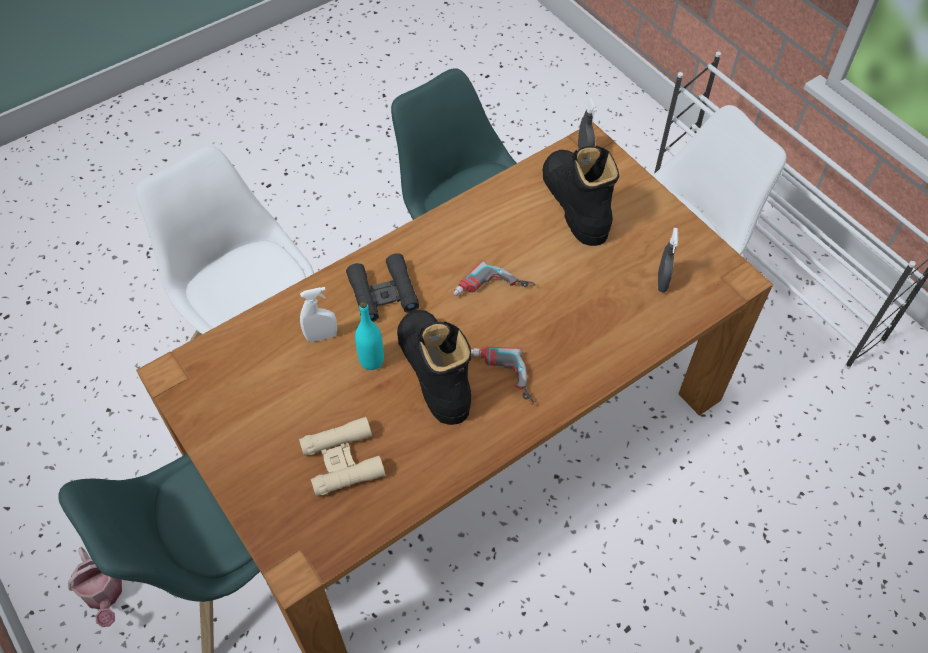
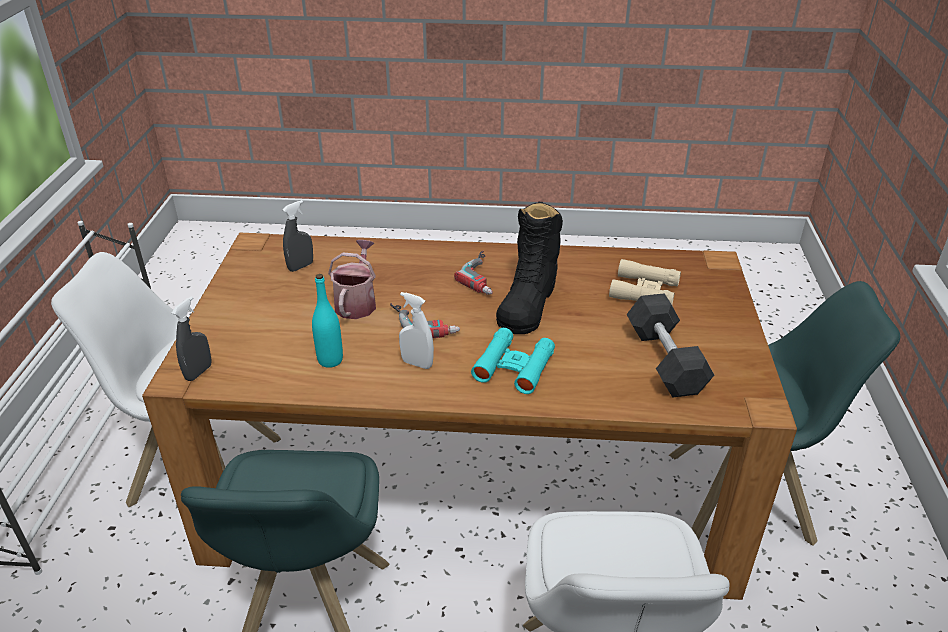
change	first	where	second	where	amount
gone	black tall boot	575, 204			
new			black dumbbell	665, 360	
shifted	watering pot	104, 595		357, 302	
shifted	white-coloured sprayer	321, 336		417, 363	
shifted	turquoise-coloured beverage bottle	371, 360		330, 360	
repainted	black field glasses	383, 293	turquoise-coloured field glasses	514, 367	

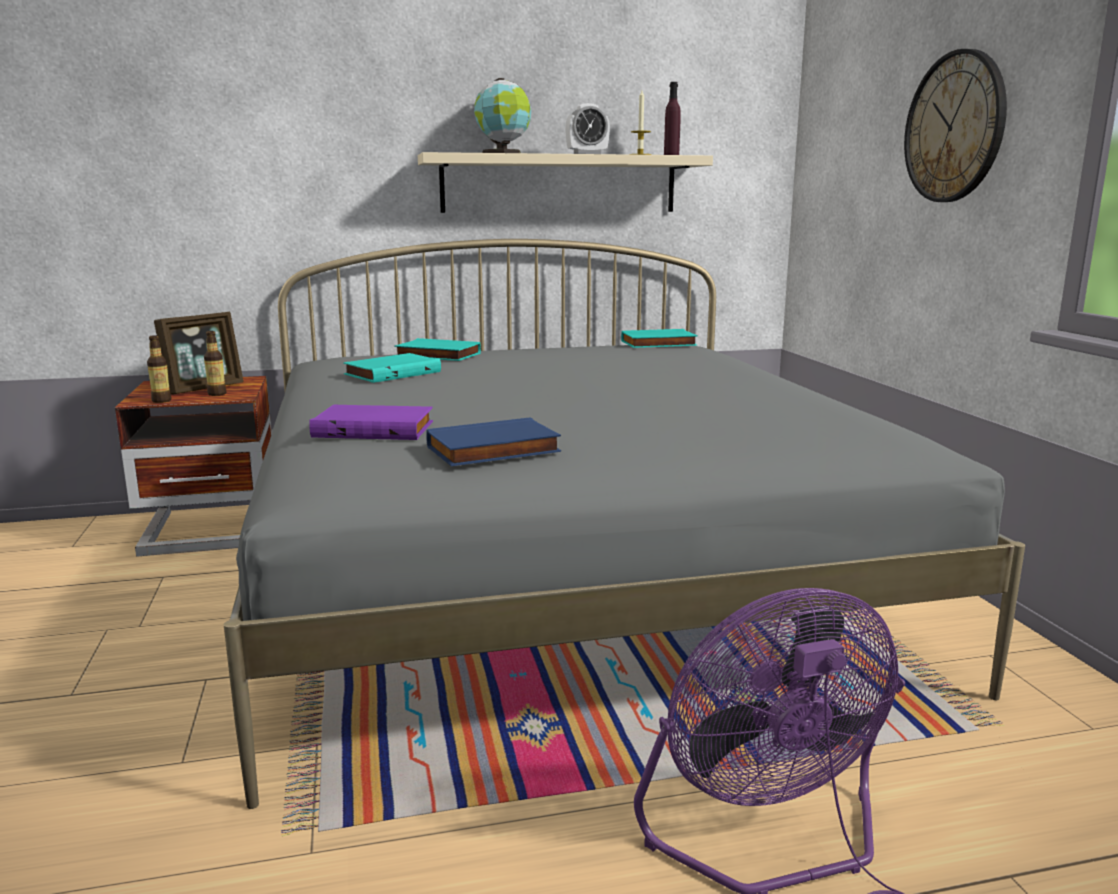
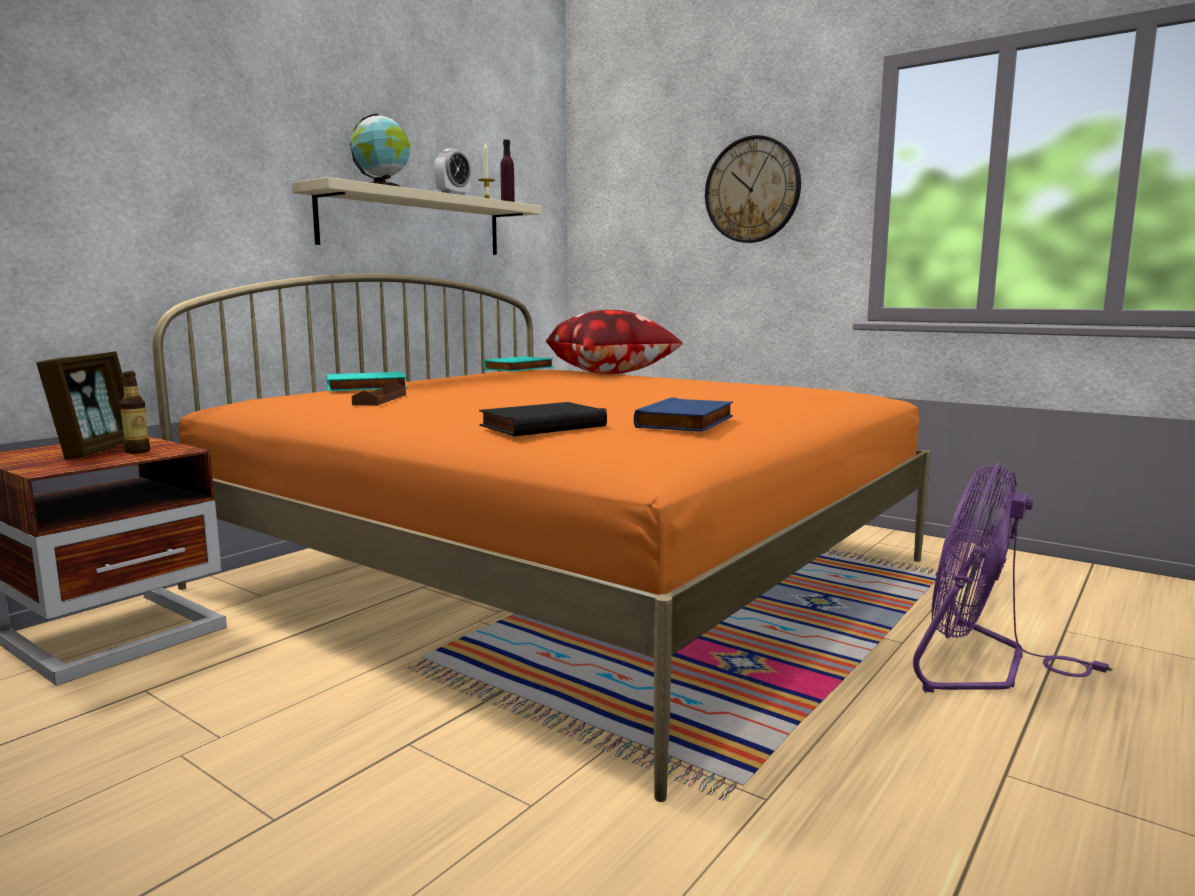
change	first	where	second	where	amount
gone	beverage bottle	161, 401			
new			cushion	613, 373	
swapped	turquoise-coloured bound book	392, 373	brownish carrying tray	380, 399	
repainted	greyish sleeping bed	563, 577	orange-coloured sleeping bed	567, 573	
repainted	purple-coloured bound book	375, 429	black bound book	542, 426	

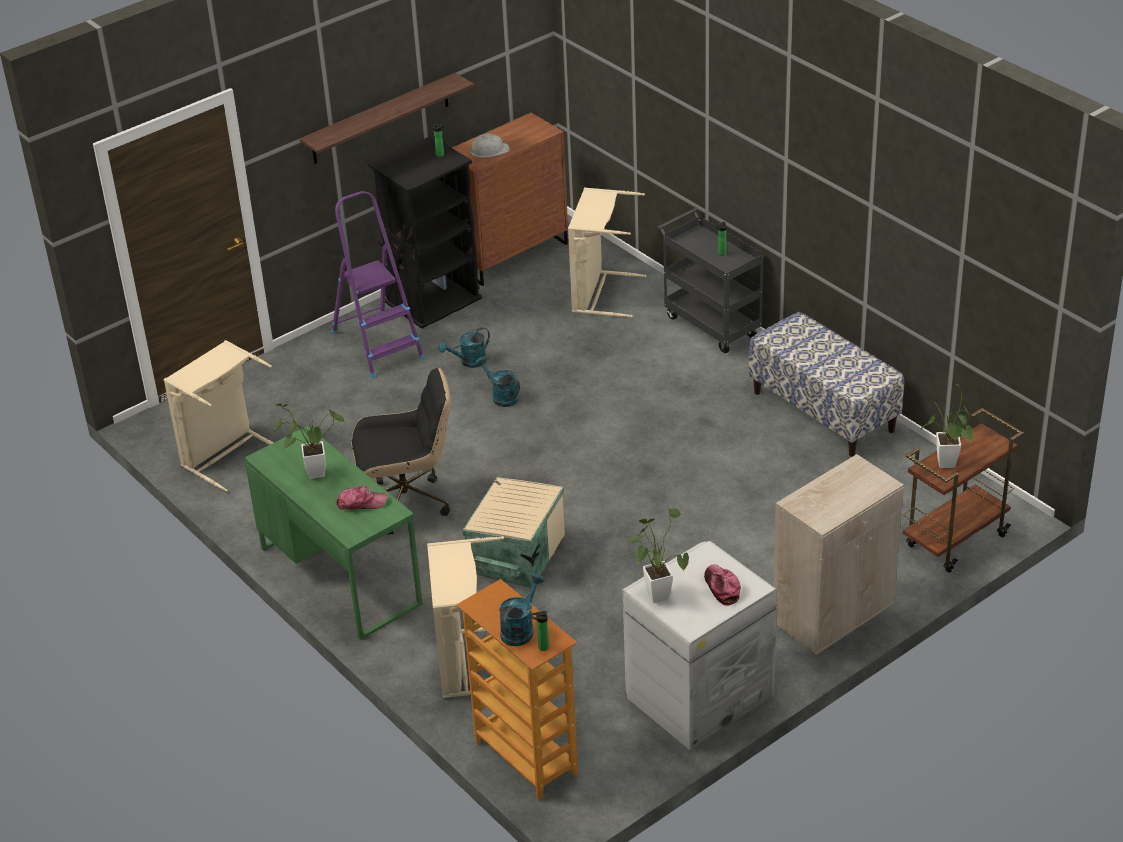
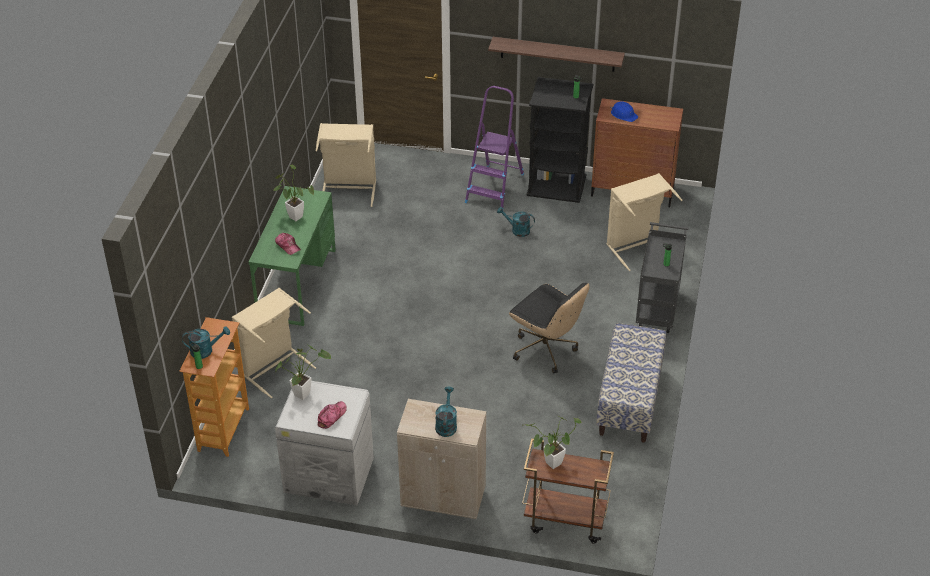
change	first	where	second	where	amount
gone	sand-coloured storage container	515, 554			
shifted	black desk chair	408, 504		546, 352	
shifted	turquoise-coloured watering pot	501, 396		446, 424	
repainted	white-coloured work helmet	489, 151	blue-coloured work helmet	623, 114	

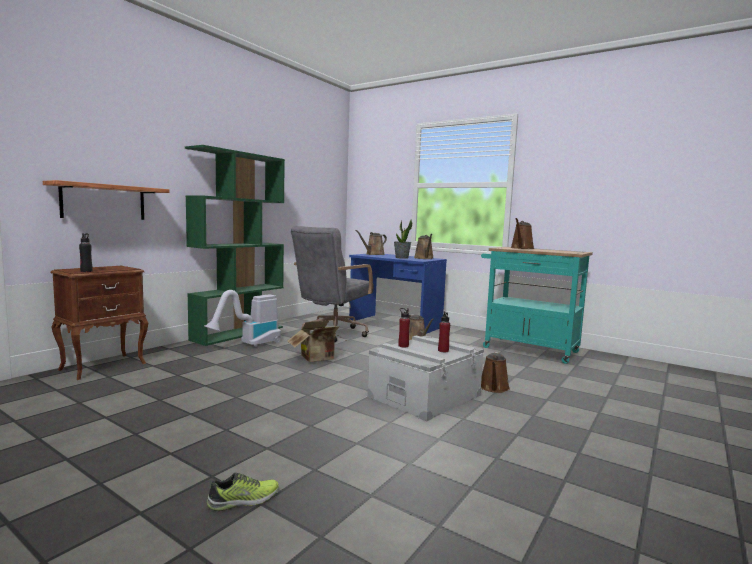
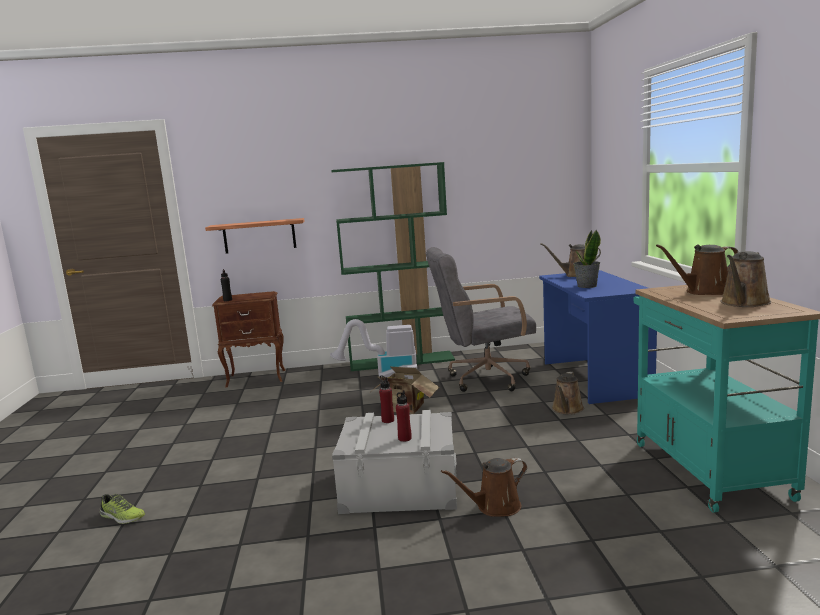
change	first	where	second	where	amount
shifted	brownish watering pot	424, 258		744, 303	

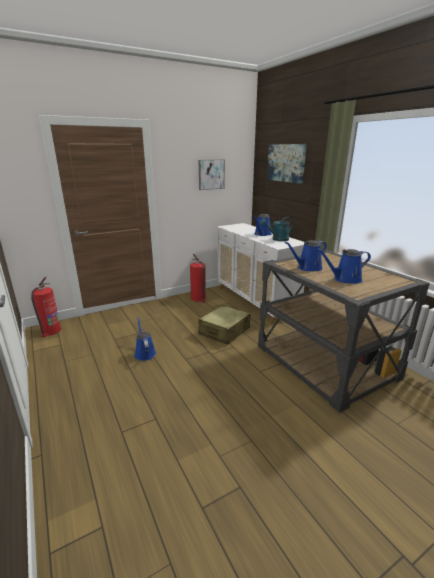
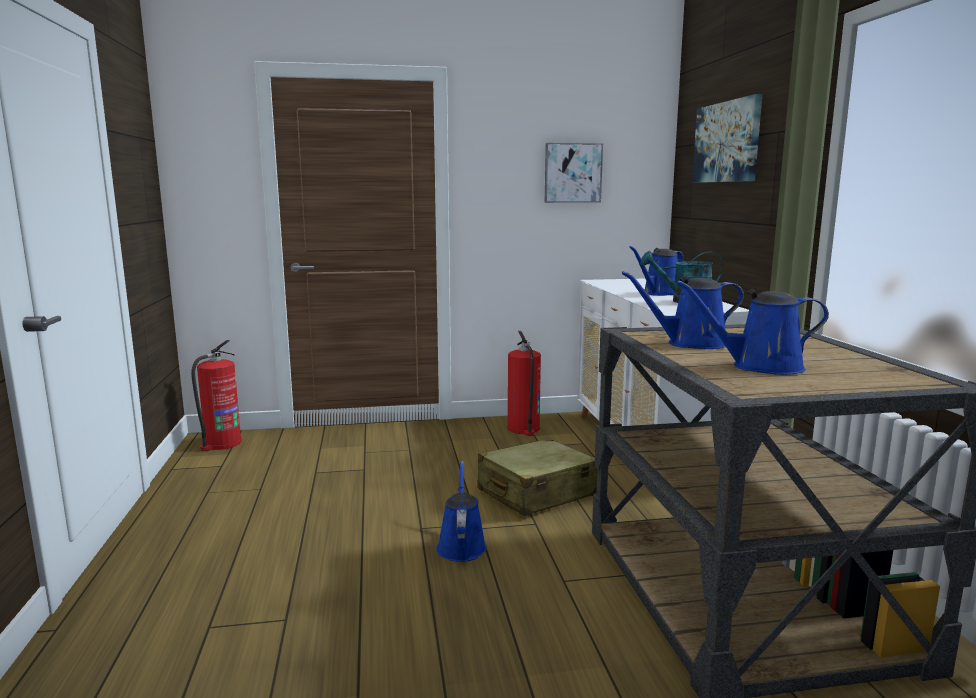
change	first	where	second	where	amount
shifted	blue-coloured watering pot	144, 353		461, 545	

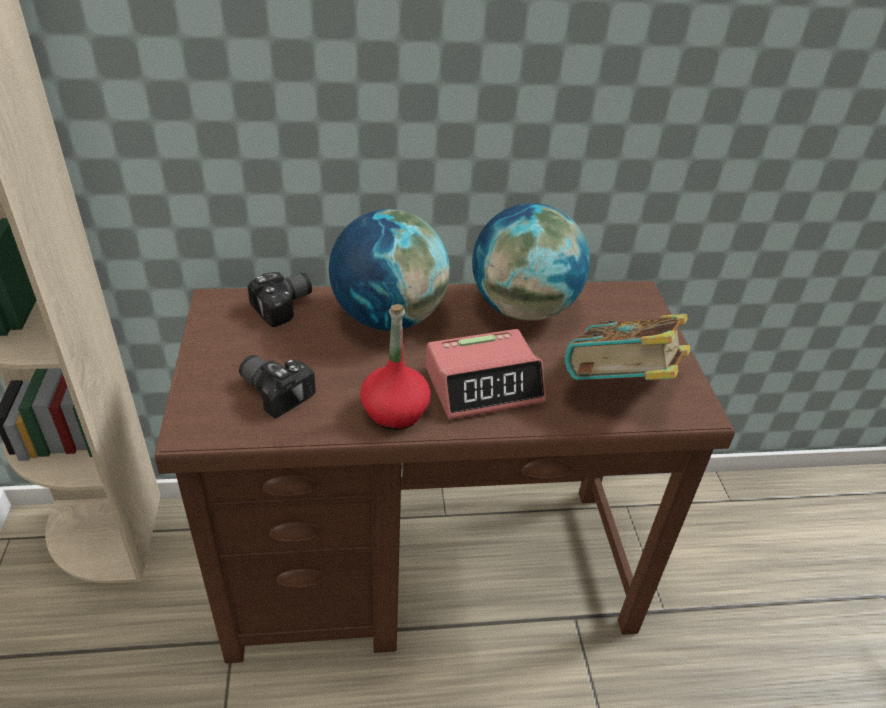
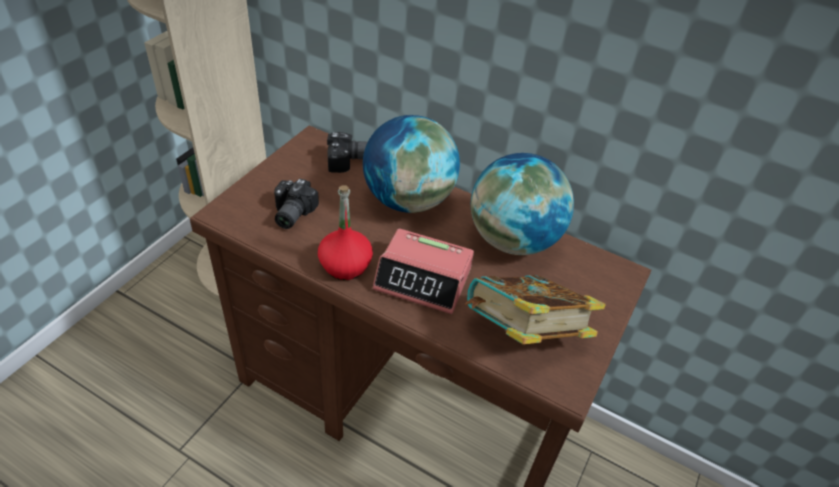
change	first	where	second	where	amount
rotated	still camera	277, 390		290, 214	150 degrees counterclockwise

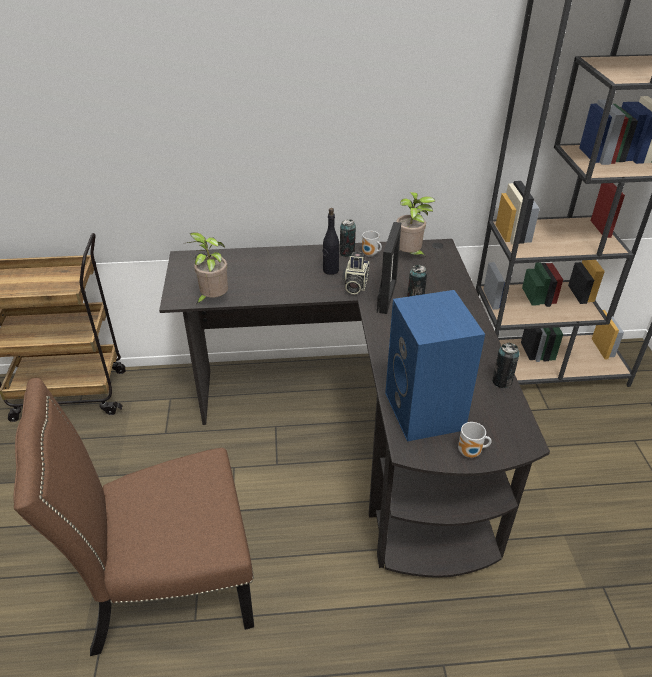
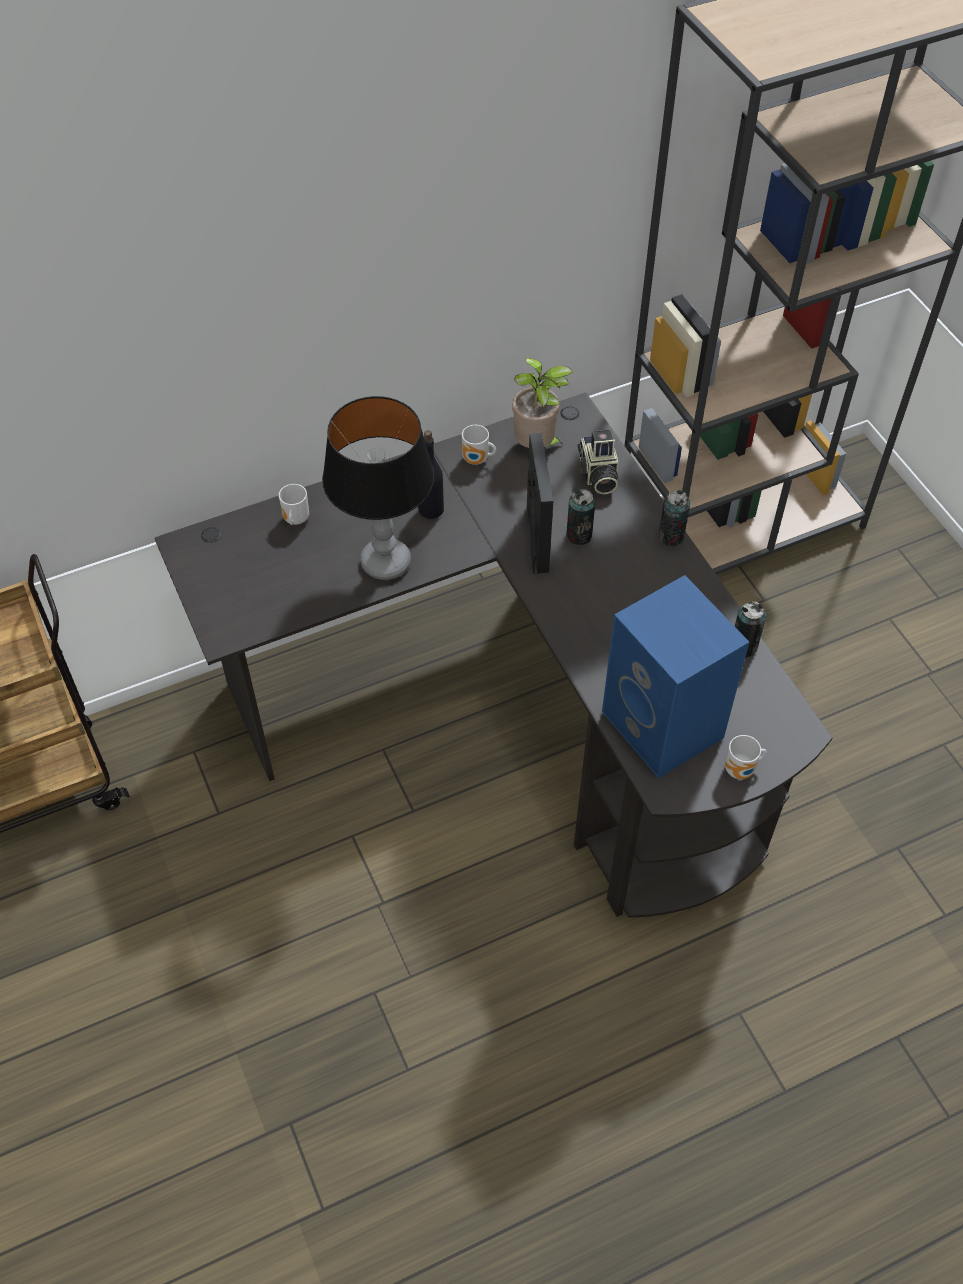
change	first	where	second	where	amount
gone	brownish chair	173, 587			
gone	plant in a pot	213, 300			
new			coffee mug	294, 520	
new			table lamp	386, 562	
shifted	sealed can	347, 253		671, 537	
shifted	still camera	354, 285		597, 474	

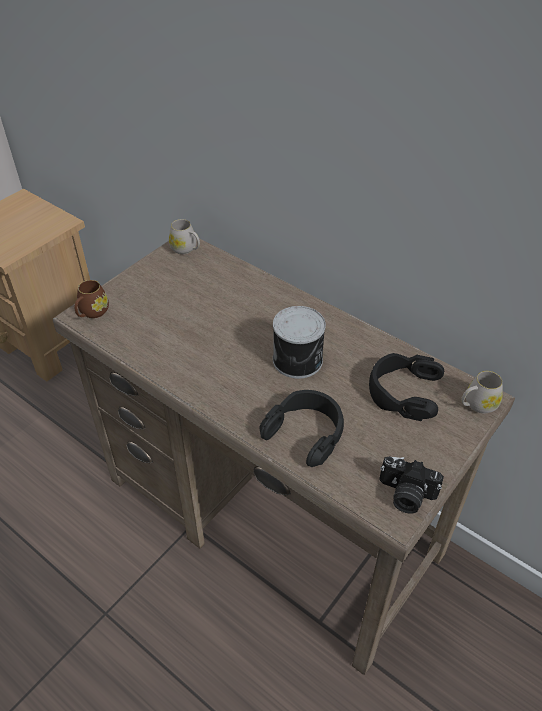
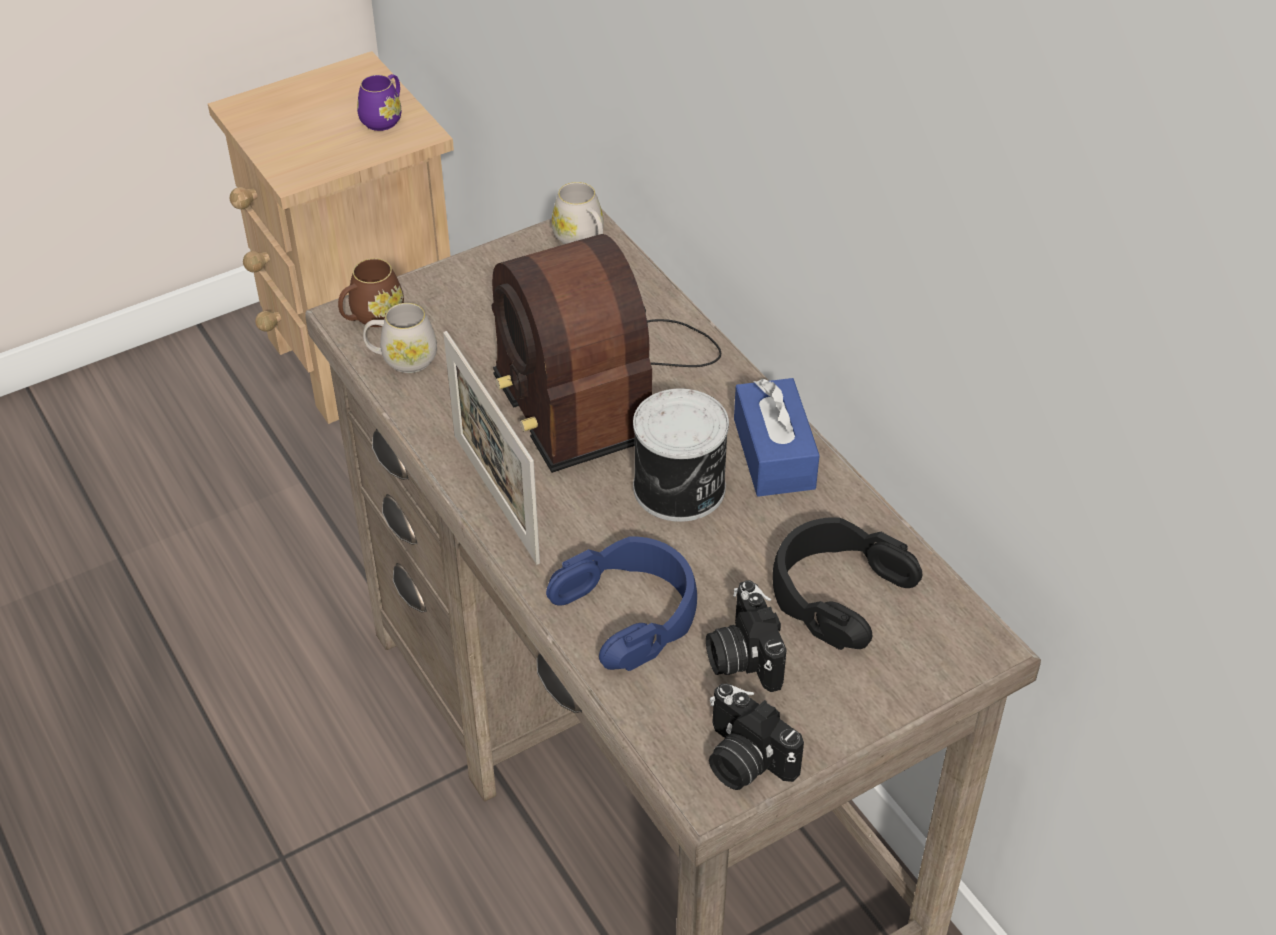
change	first	where	second	where	amount
new			purple-coloured coffee mug	384, 118	
new			standing frame	495, 497	
new			radio receiver	598, 381	
new			still camera	742, 656	
new			blue-coloured tissue holder	774, 453	
shifted	white-coloured coffee mug	477, 405		402, 359	
repainted	black headphones	306, 432	blue-coloured headphones	630, 612	

